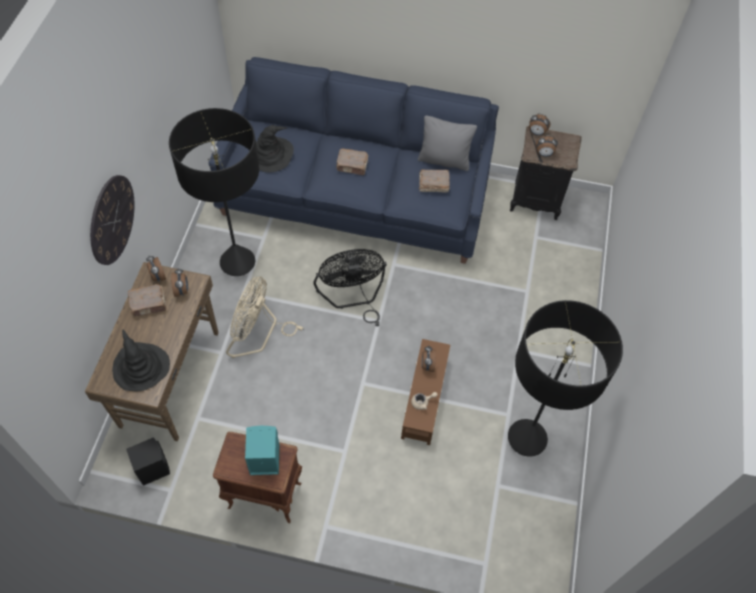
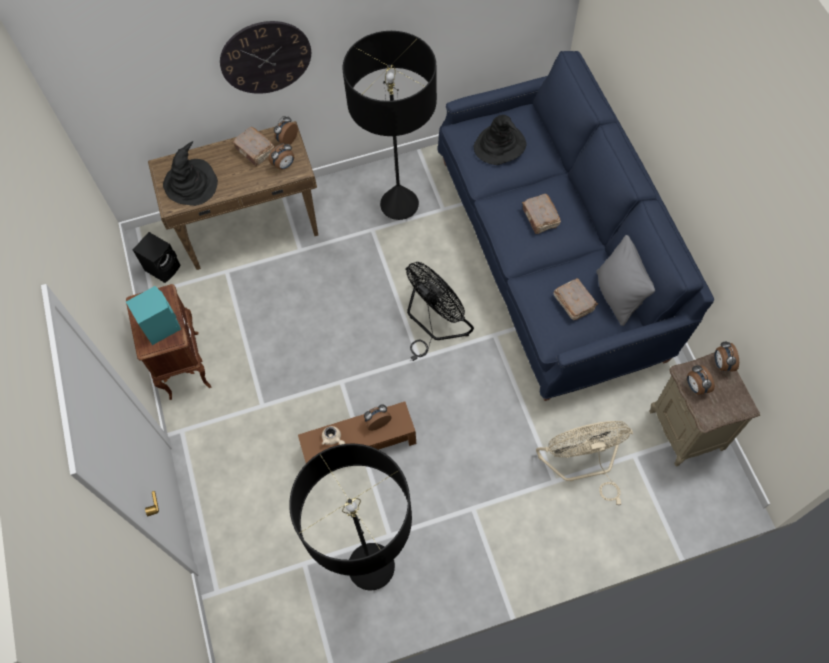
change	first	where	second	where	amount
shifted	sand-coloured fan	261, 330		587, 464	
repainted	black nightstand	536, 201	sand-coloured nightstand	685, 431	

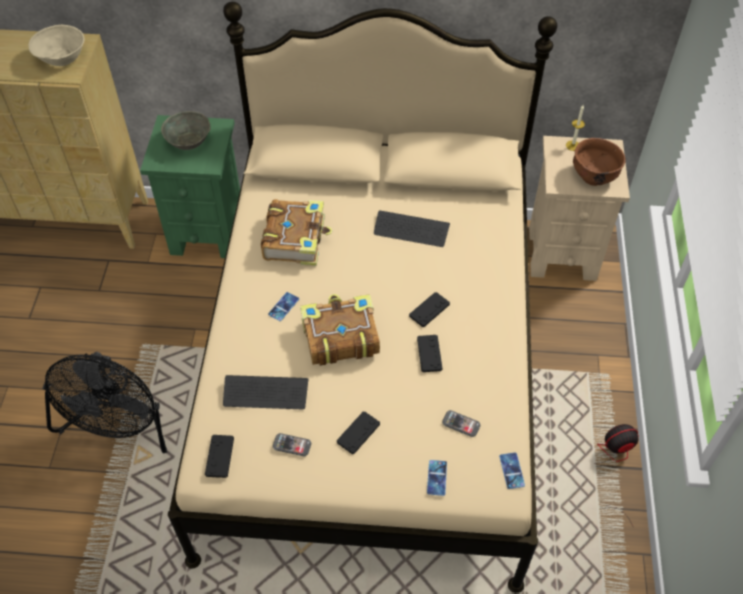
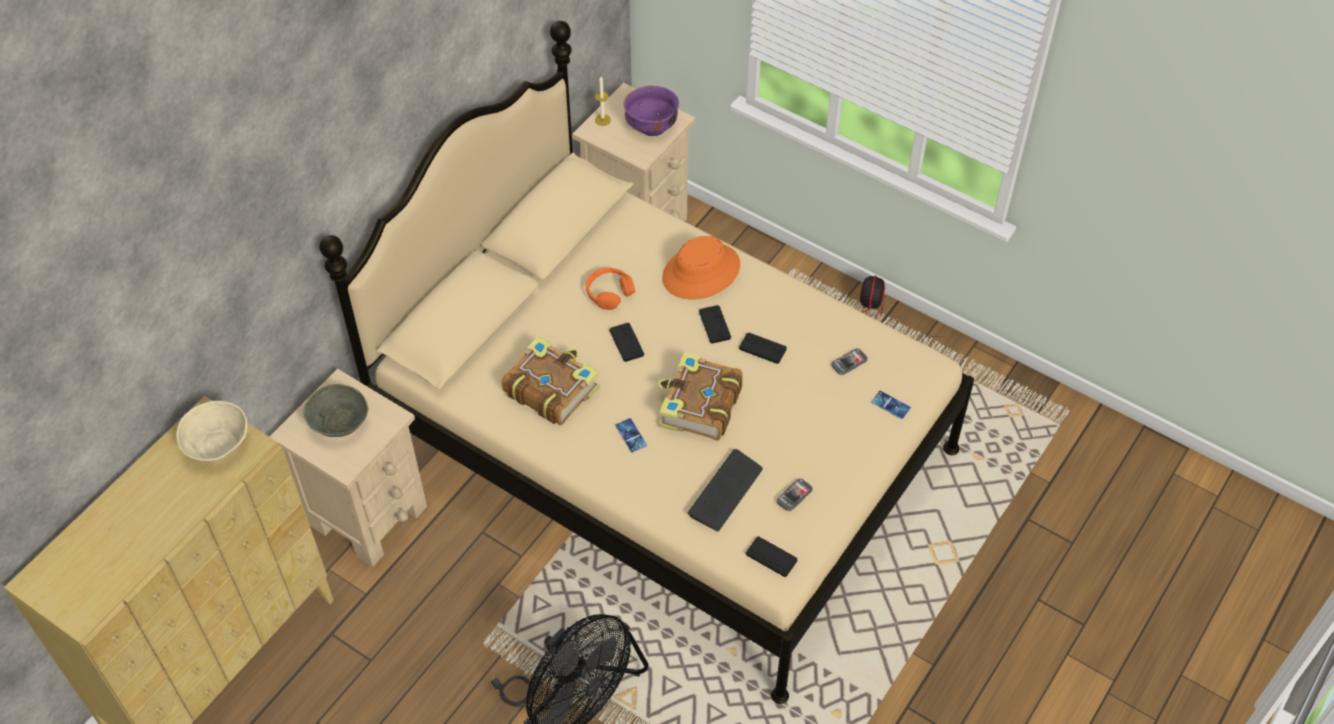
change	first	where	second	where	amount
gone	phone	511, 470			
new			orange-coloured clothing hat	701, 272	
shifted	black gamepad	358, 433		626, 343	
swapped	computer keyboard	411, 230	orange-coloured headphones	609, 292	
repainted	green nightstand	208, 233	sand-coloured nightstand	370, 516	
repainted	brownish bowl	593, 176	purple-coloured bowl	651, 127	

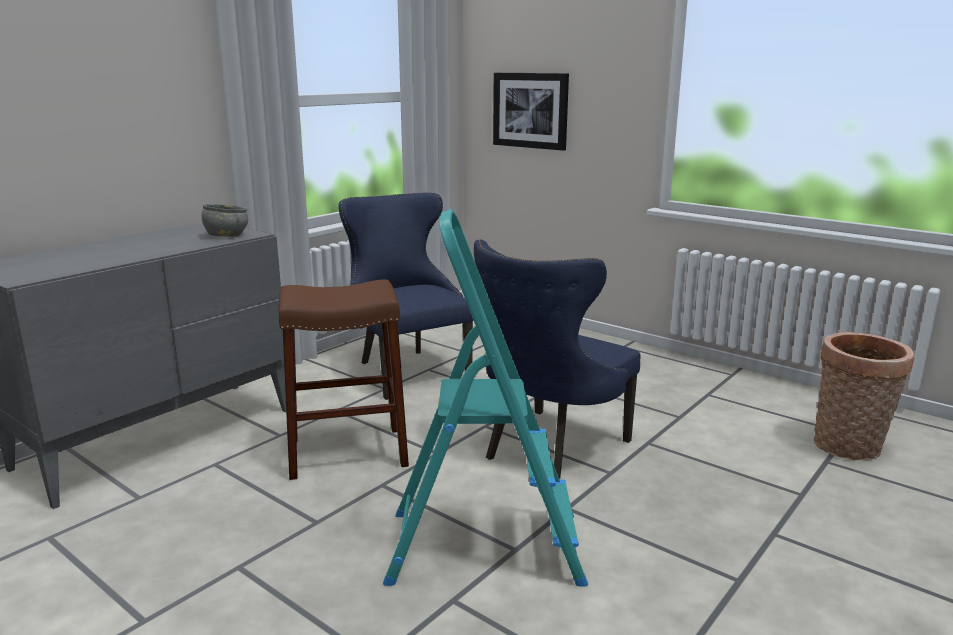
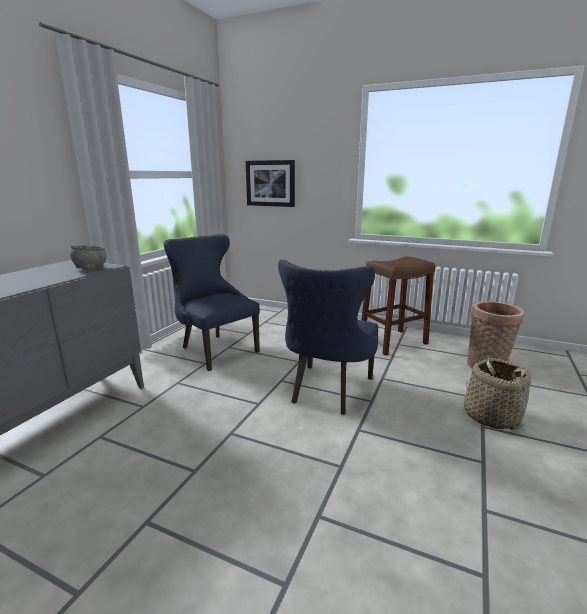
change	first	where	second	where	amount
gone	turquoise-coloured step ladder	487, 547			
new			basket	491, 416	
shifted	brownish stool	347, 452		393, 342	

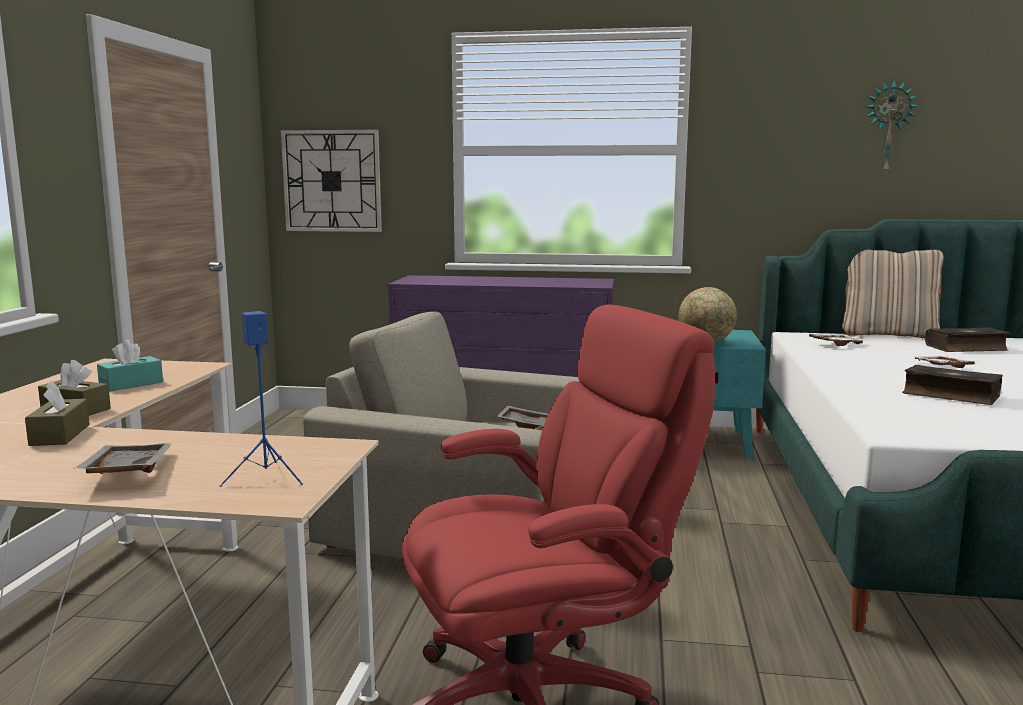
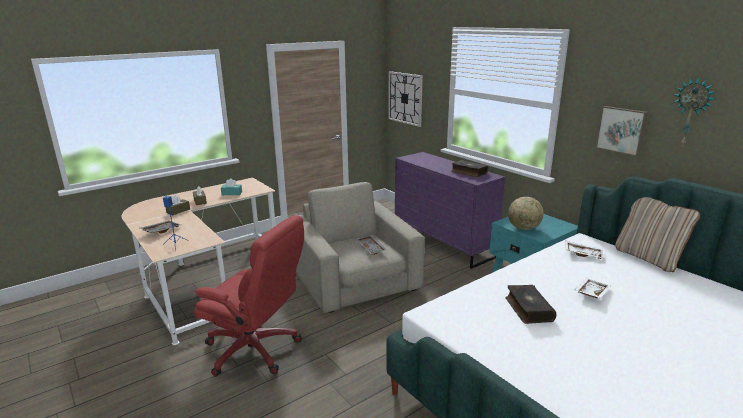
change	first	where	second	where	amount
new			picture	621, 130	
shifted	bound book	966, 348		468, 173	

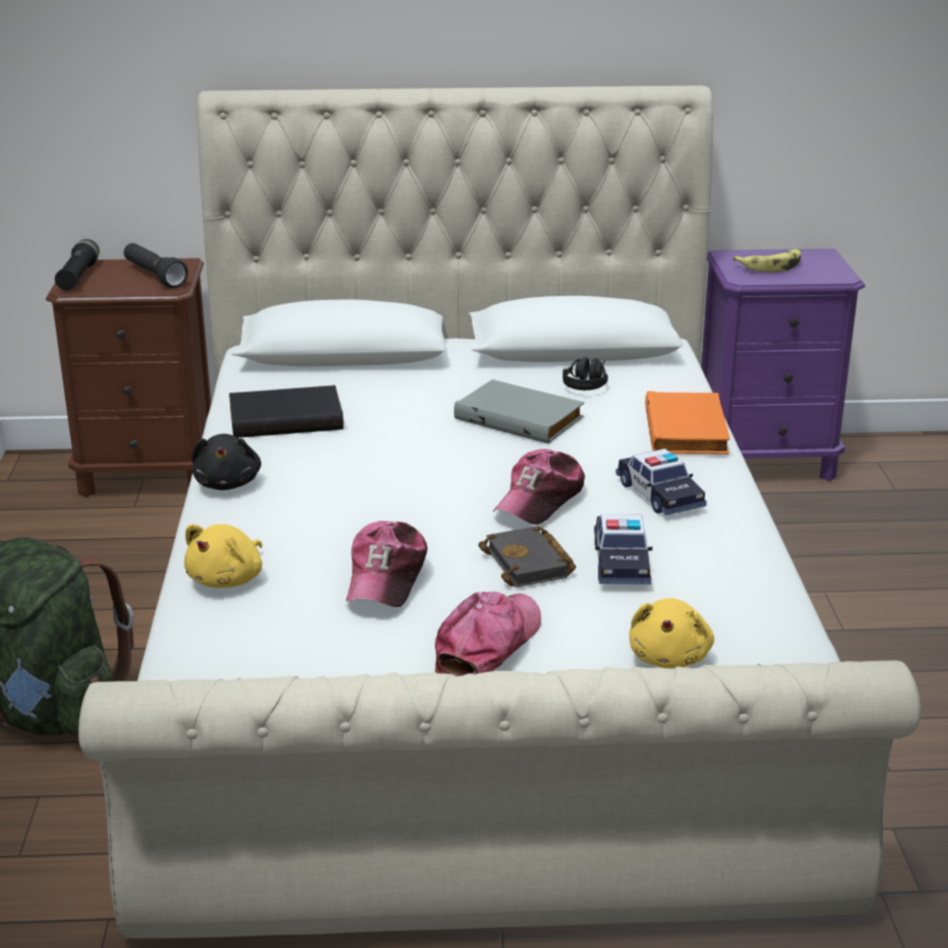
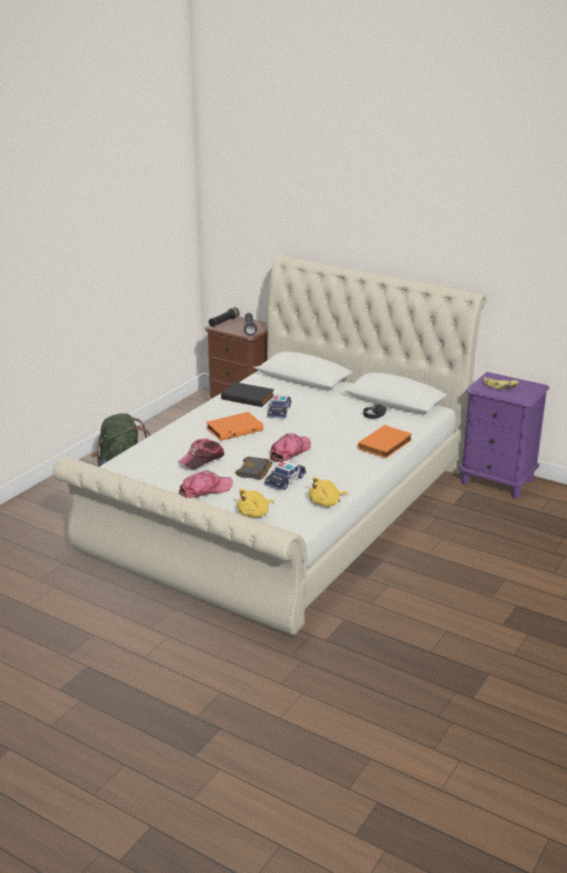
change	first	where	second	where	amount
gone	black plush toy	228, 483			
gone	greyish bound book	521, 417			
new			orange-coloured bound book	234, 429	
shifted	yellowish plush toy	228, 579		326, 503	
shifted	miniature car	659, 494		279, 411	
rotated	cap	540, 500		290, 452	150 degrees clockwise

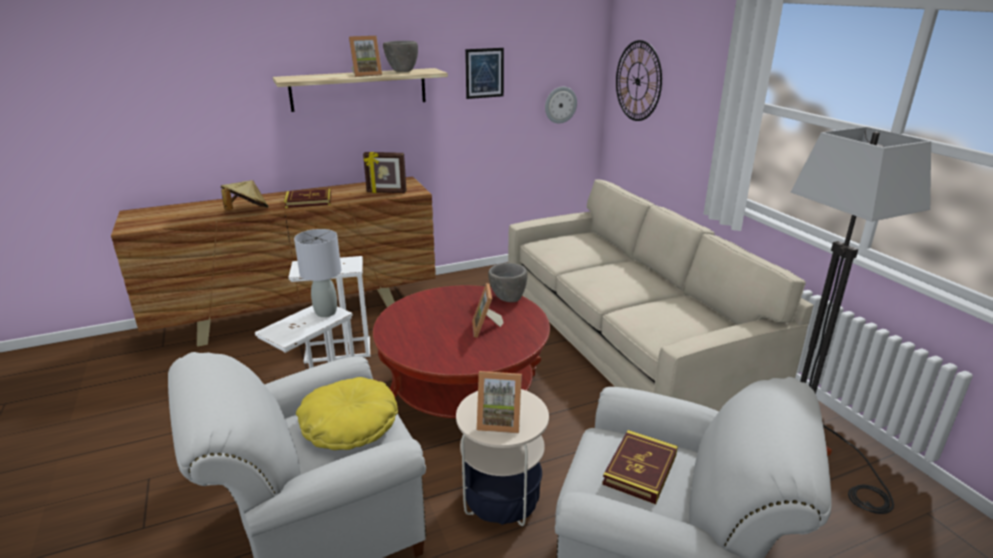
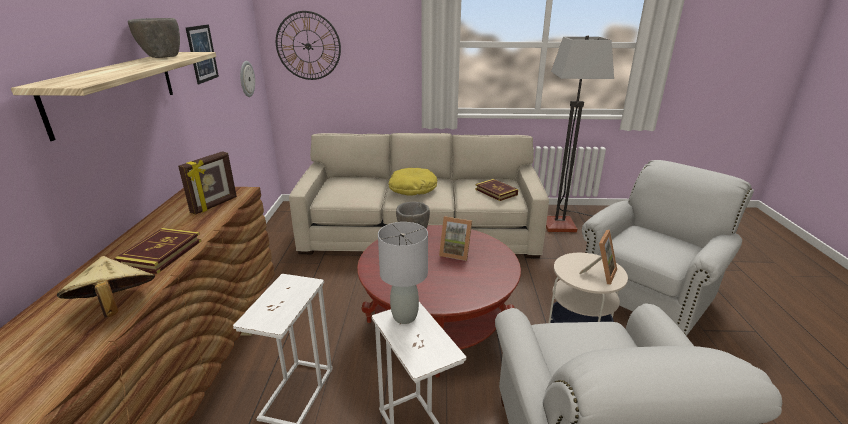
change	first	where	second	where	amount
gone	standing frame	366, 75			
shifted	yellowish cushion	349, 426		413, 189	
shifted	bound book	640, 469		496, 192	

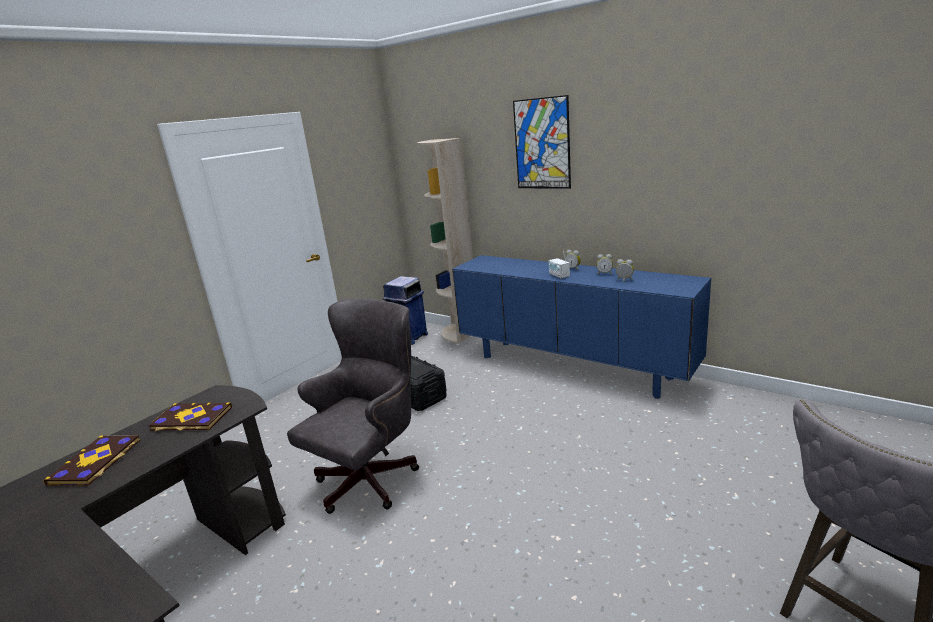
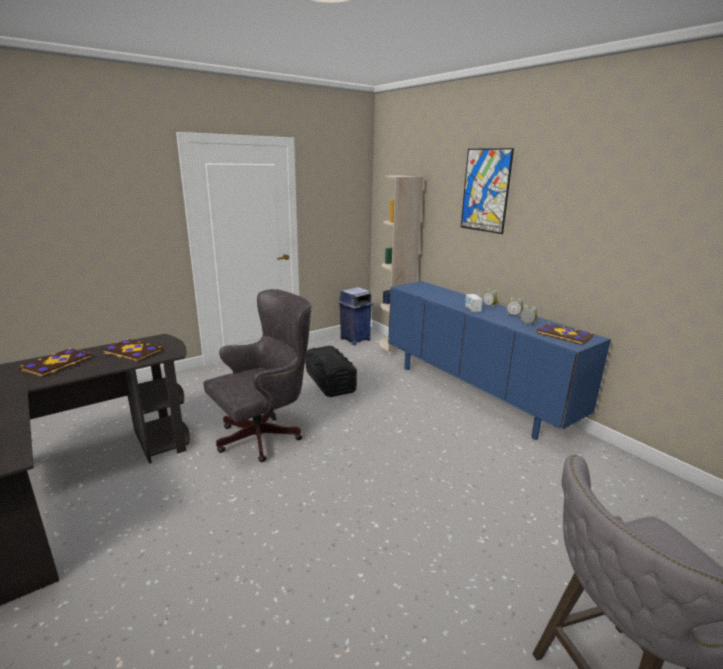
change	first	where	second	where	amount
new			bound book	563, 335	

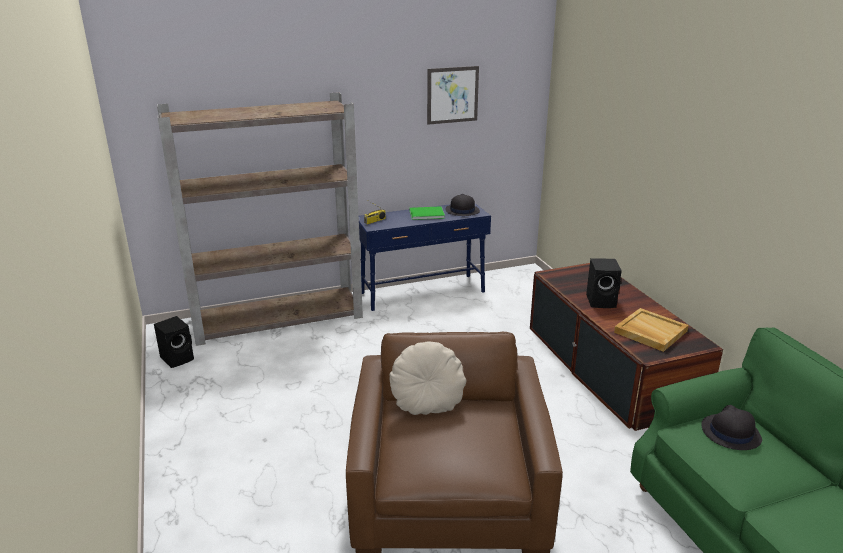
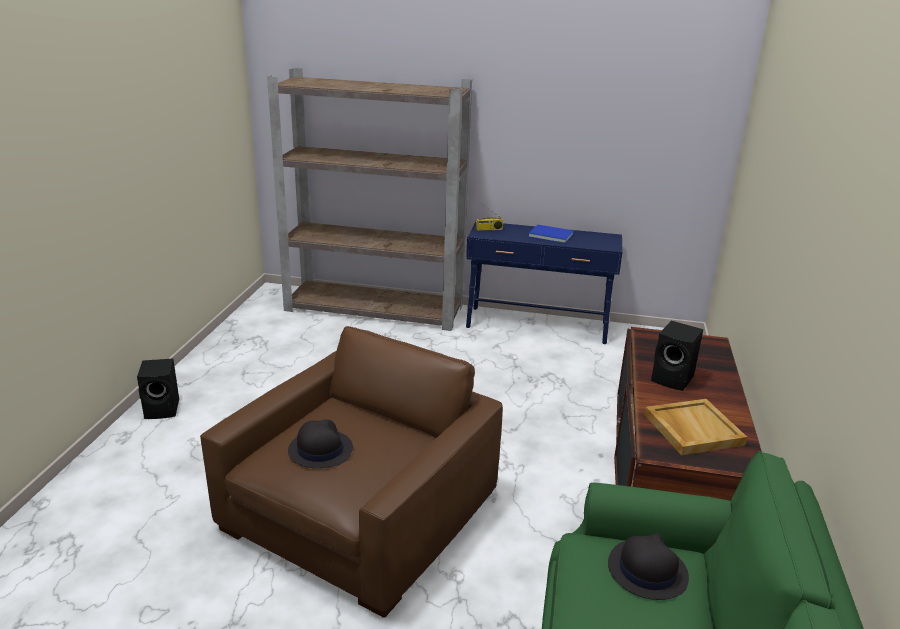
change	first	where	second	where	amount
gone	sand-coloured cushion	427, 406			
gone	picture	452, 95			
shifted	black speaker	178, 358		163, 409	
shifted	black clothing hat	462, 211		320, 449	
repainted	green bound book	425, 214	blue-coloured bound book	550, 234	

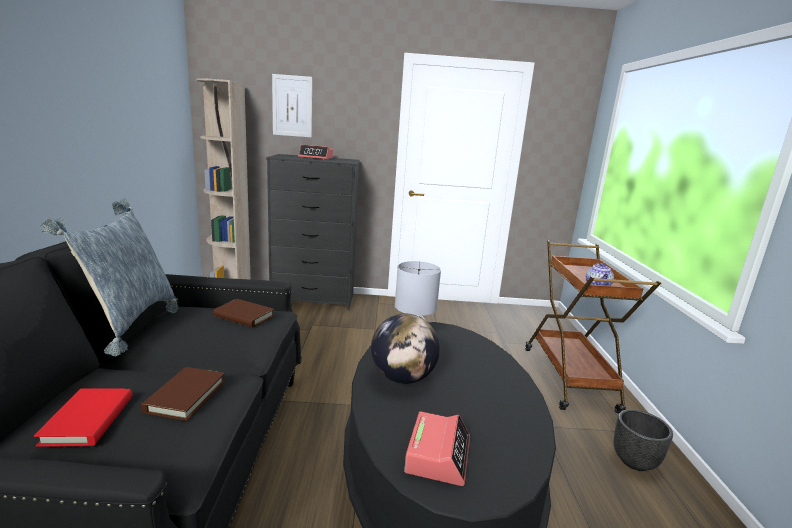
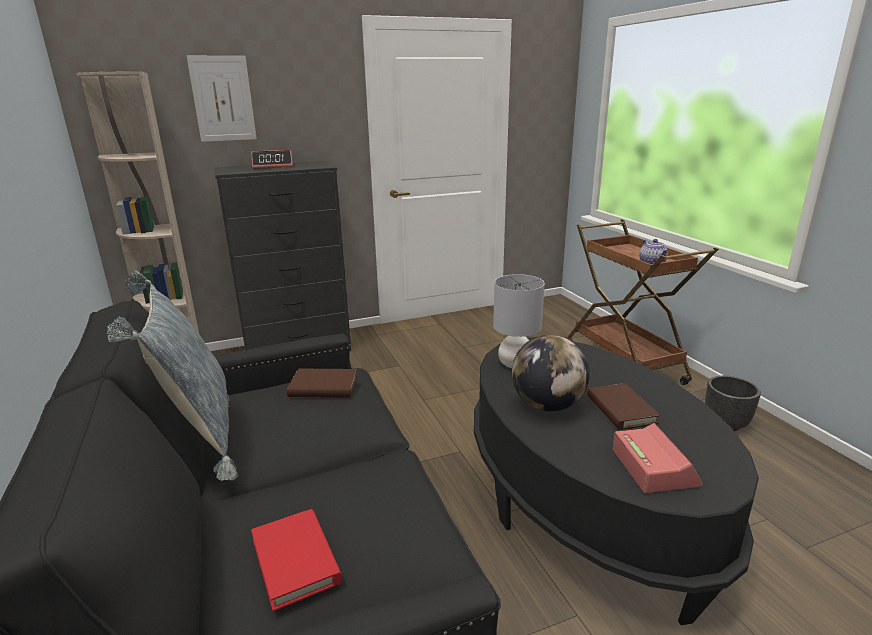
change	first	where	second	where	amount
shifted	brownish bound book	185, 396		621, 409	

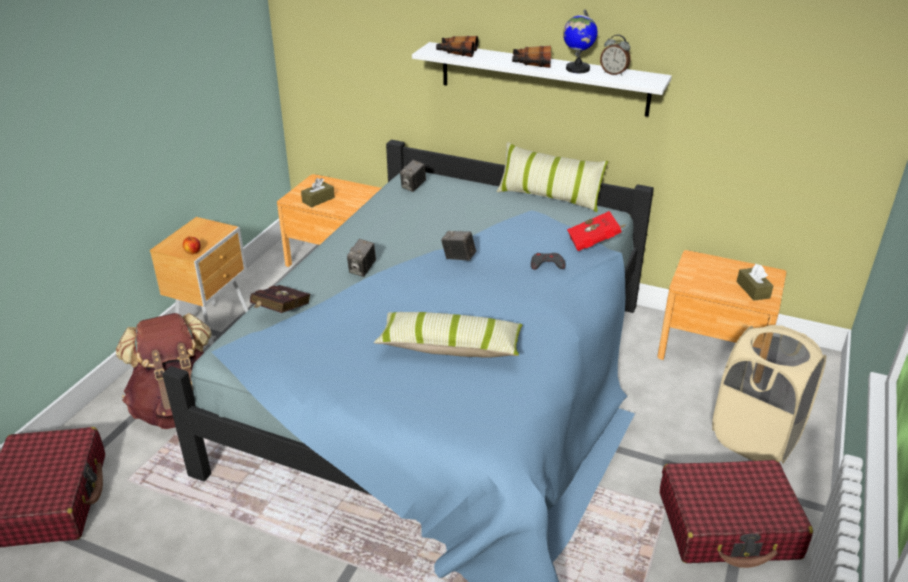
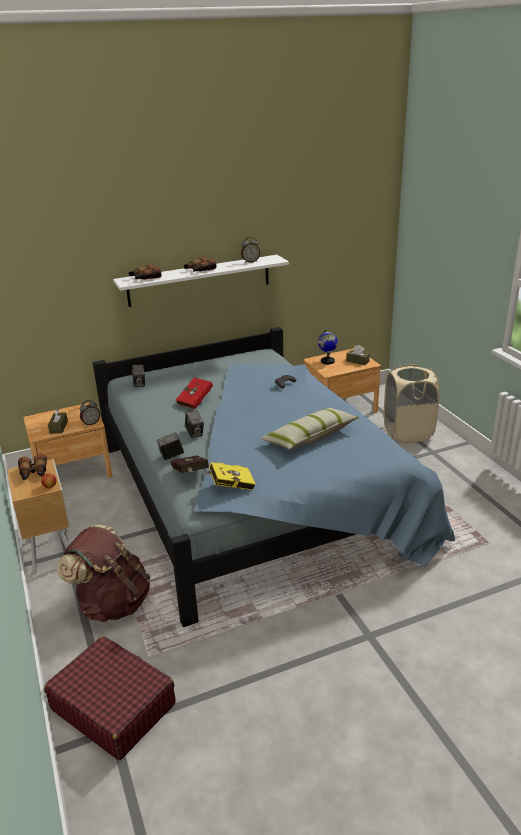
change	first	where	second	where	amount
gone	cushion	549, 197			
gone	red-coloured suitcase	728, 525			
new			field glasses	34, 473	
new			alarm clock	91, 423	
new			yellowish bound book	230, 486	
shifted	still camera	458, 258		171, 456	
shifted	desk globe	577, 69		327, 361	
shifted	red-coloured bound book	595, 243		196, 401	

